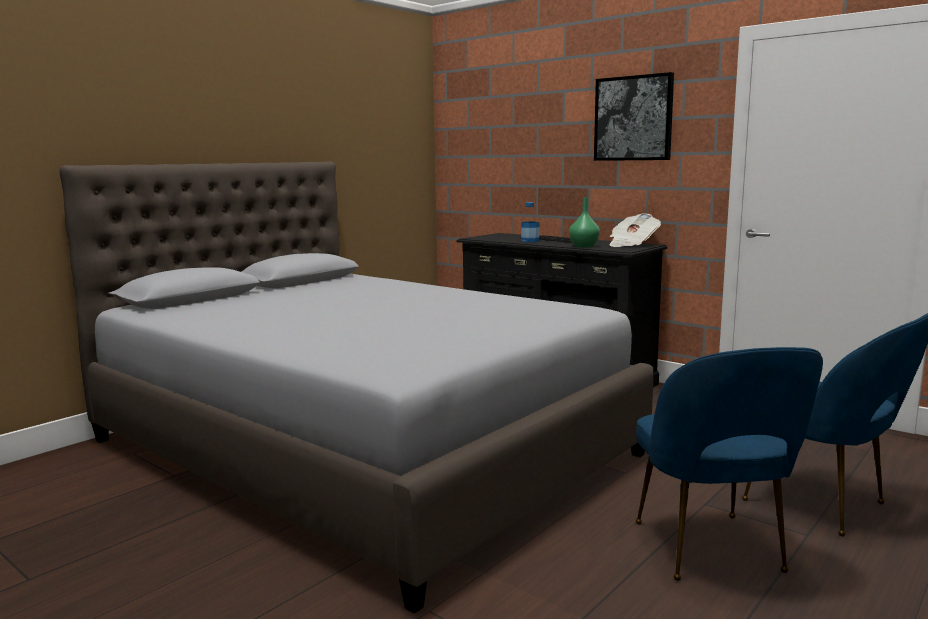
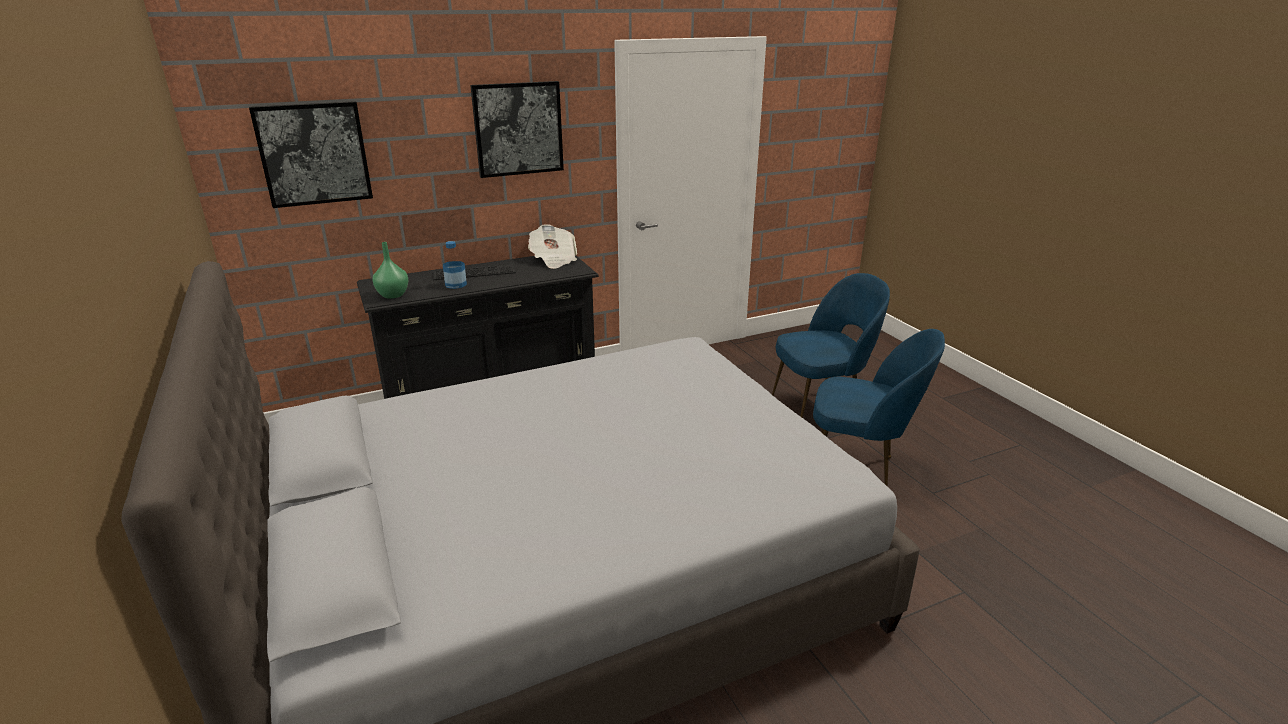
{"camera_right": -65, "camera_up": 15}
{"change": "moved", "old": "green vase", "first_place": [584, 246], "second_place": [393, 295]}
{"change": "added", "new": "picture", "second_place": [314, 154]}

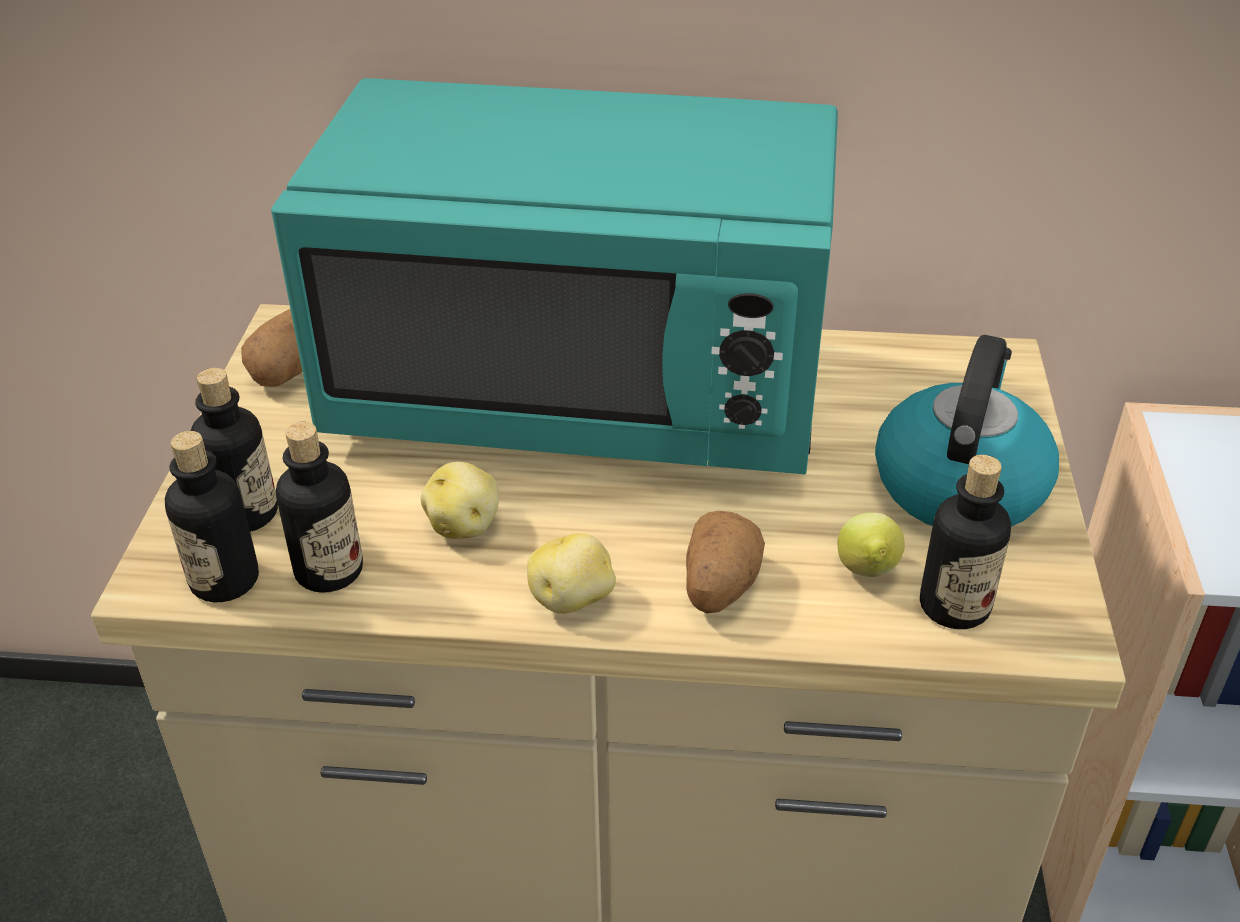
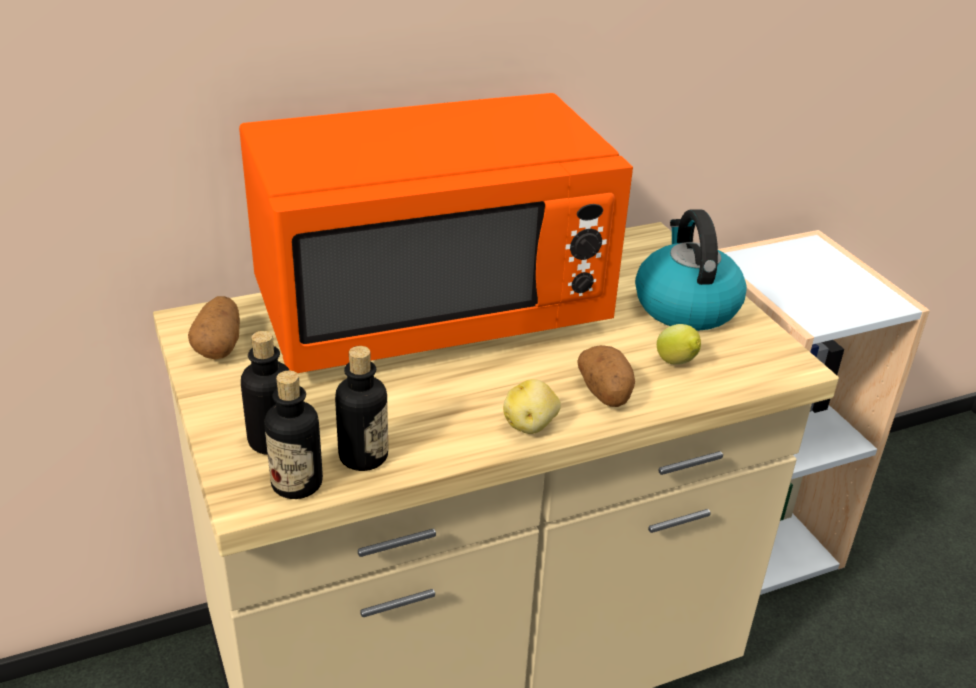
{"camera_right": -30, "camera_up": -5}
{"change": "recoloured", "old": "turquoise microwave", "new": "orange microwave", "first_place": [582, 393], "second_place": [431, 311]}
{"change": "removed", "old": "bottle", "first_place": [954, 606]}
{"change": "removed", "old": "potato", "first_place": [464, 525]}

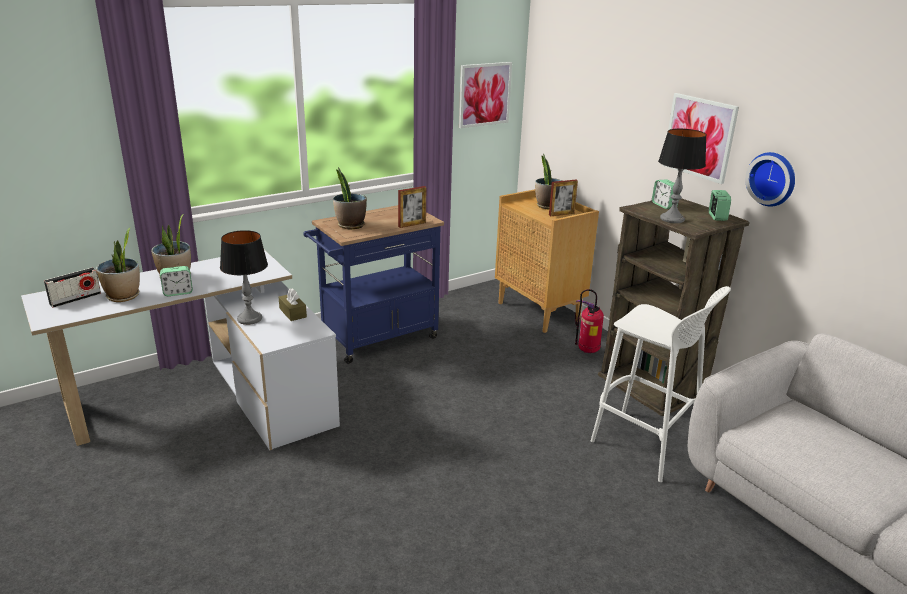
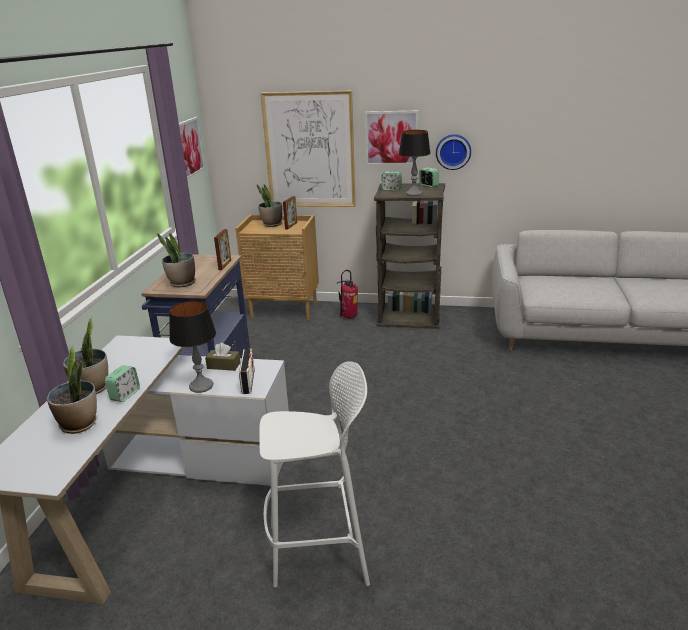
{"camera_right": -45, "camera_up": 0}
{"change": "moved", "old": "radio", "first_place": [75, 299], "second_place": [248, 381]}
{"change": "moved", "old": "white stool", "first_place": [645, 443], "second_place": [321, 549]}
{"change": "added", "new": "picture", "second_place": [309, 150]}

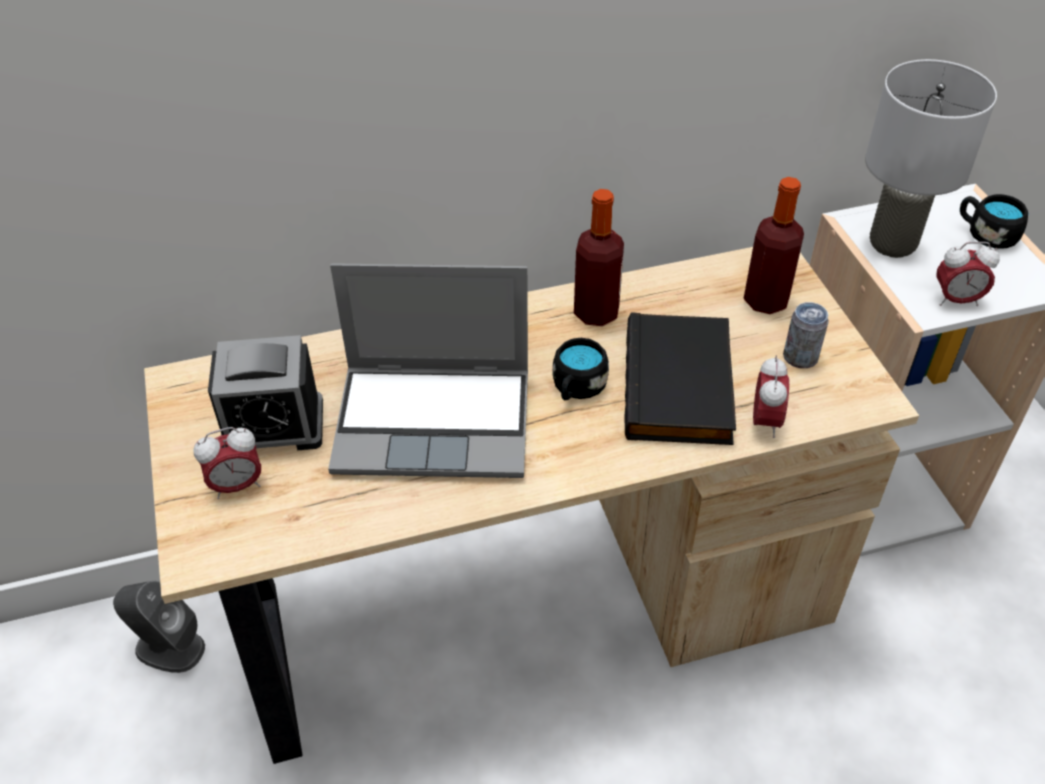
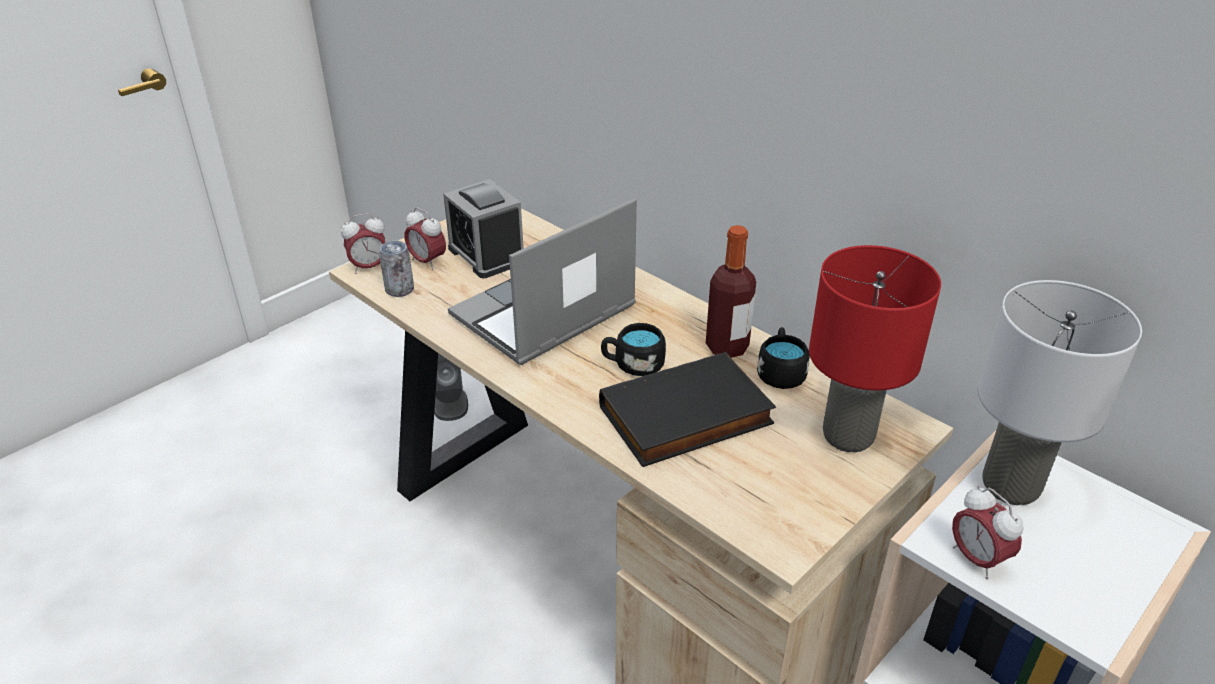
{"camera_right": 60, "camera_up": -10}
{"change": "replaced", "old": "bottle", "new": "red table lamp", "first_place": [766, 300], "second_place": [845, 436]}
{"change": "moved", "old": "black mug", "first_place": [985, 234], "second_place": [780, 372]}
{"change": "turned", "old": "laptop", "first_place": [436, 421], "second_place": [543, 314], "degrees": 75}
{"change": "moved", "old": "can", "first_place": [800, 357], "second_place": [399, 290]}
{"change": "moved", "old": "alarm clock", "first_place": [765, 422], "second_place": [369, 267]}

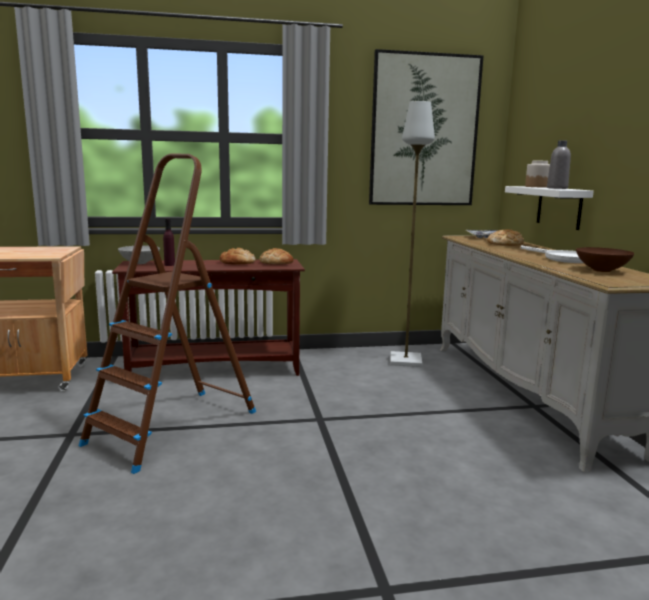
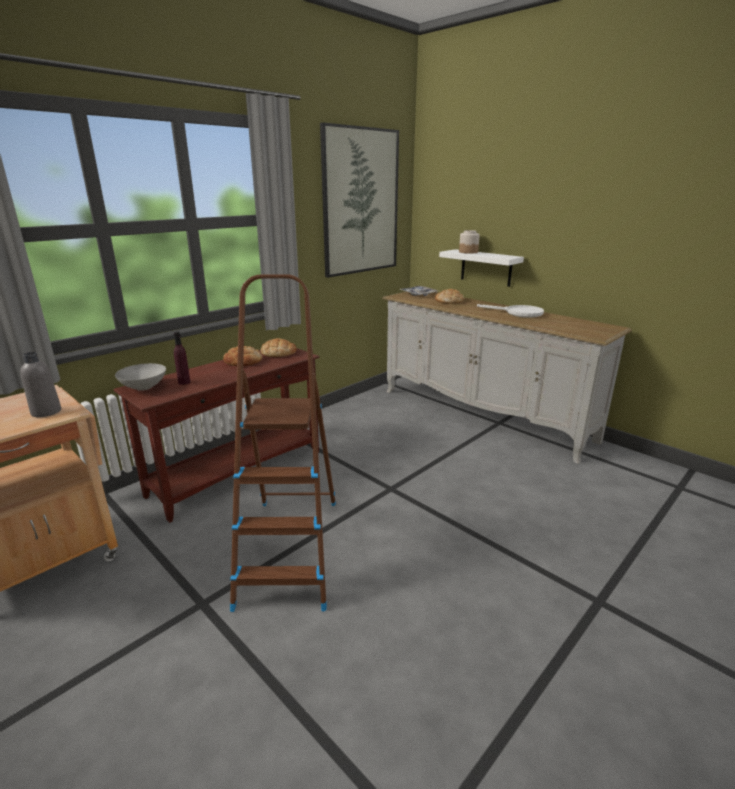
{"camera_right": -35, "camera_up": 10}
{"change": "removed", "old": "grey floor lamp", "first_place": [405, 360]}
{"change": "moved", "old": "grey bottle", "first_place": [557, 188], "second_place": [46, 412]}
{"change": "removed", "old": "brown bowl", "first_place": [600, 270]}

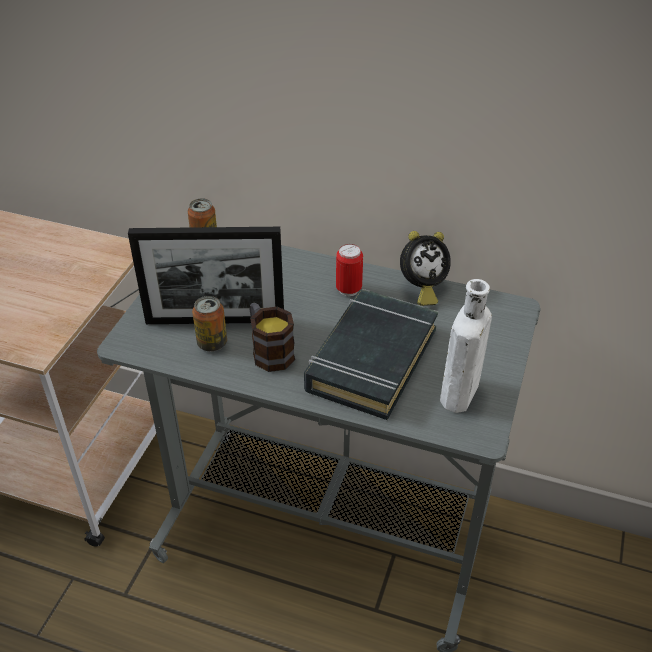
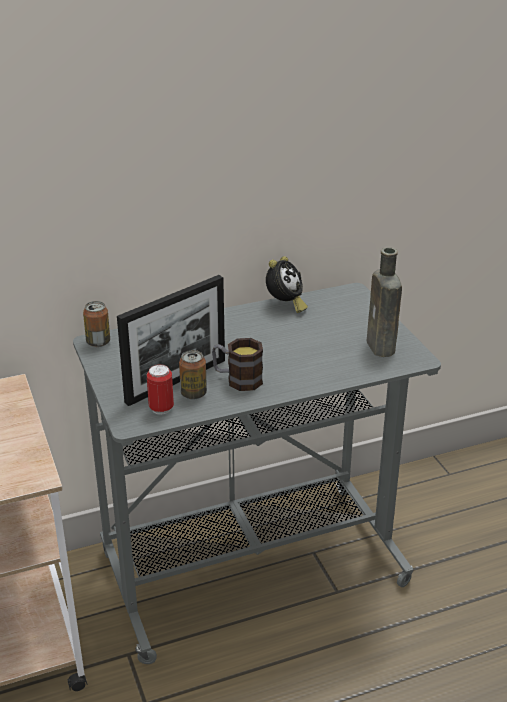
{"camera_right": -40, "camera_up": -10}
{"change": "moved", "old": "can", "first_place": [348, 289], "second_place": [161, 408]}
{"change": "recoloured", "old": "white bottle", "new": "brown bottle", "first_place": [458, 397], "second_place": [381, 348]}
{"change": "removed", "old": "black book", "first_place": [371, 359]}

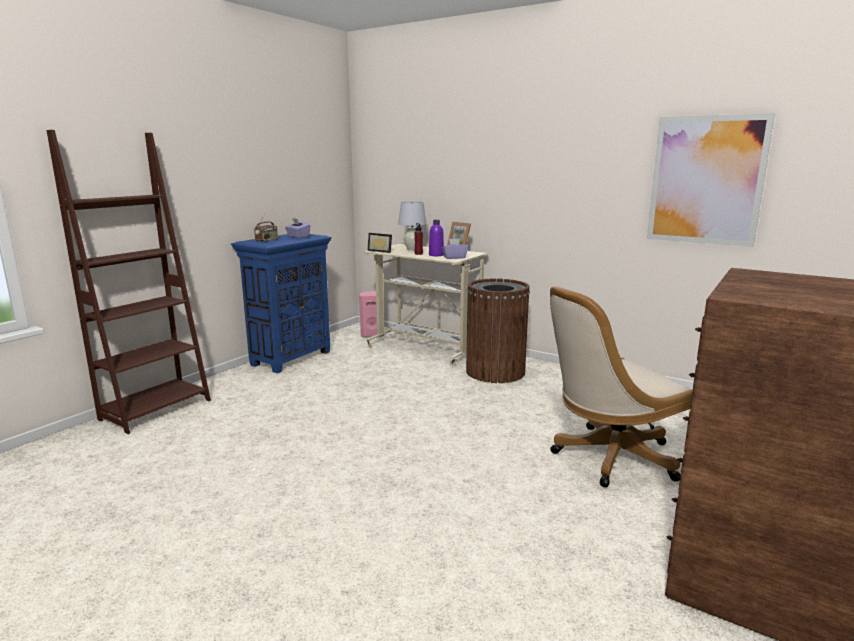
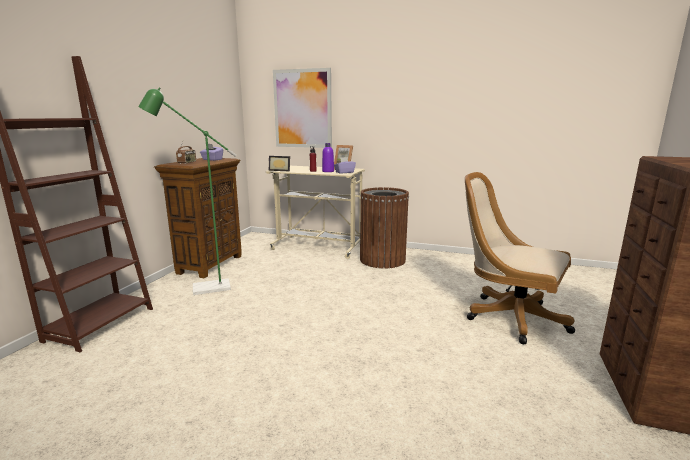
{"camera_right": -15, "camera_up": 0}
{"change": "moved", "old": "picture", "first_place": [706, 180], "second_place": [302, 109]}
{"change": "removed", "old": "white table lamp", "first_place": [412, 249]}
{"change": "recoloured", "old": "blue cabinet", "new": "brown cabinet", "first_place": [291, 358], "second_place": [210, 264]}
{"change": "turned", "old": "office chair", "first_place": [608, 458], "second_place": [508, 316], "degrees": 75}
{"change": "removed", "old": "pink speaker", "first_place": [372, 335]}
{"change": "added", "new": "green floor lamp", "second_place": [203, 289]}

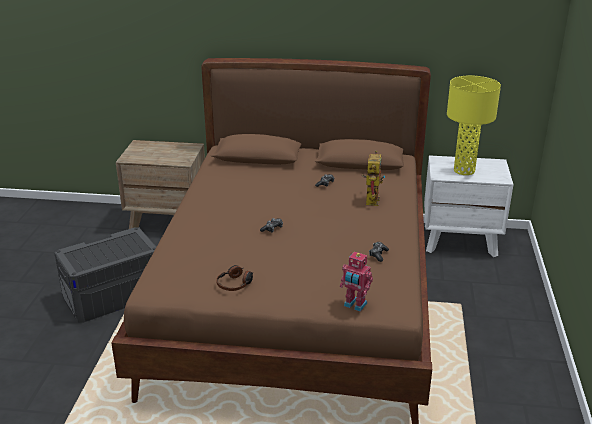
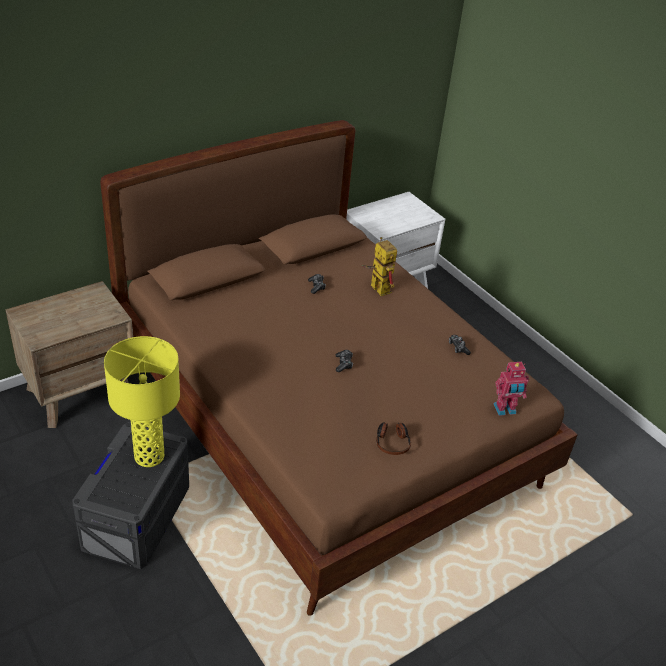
{"camera_right": -45, "camera_up": 10}
{"change": "moved", "old": "yellow table lamp", "first_place": [464, 170], "second_place": [149, 455]}

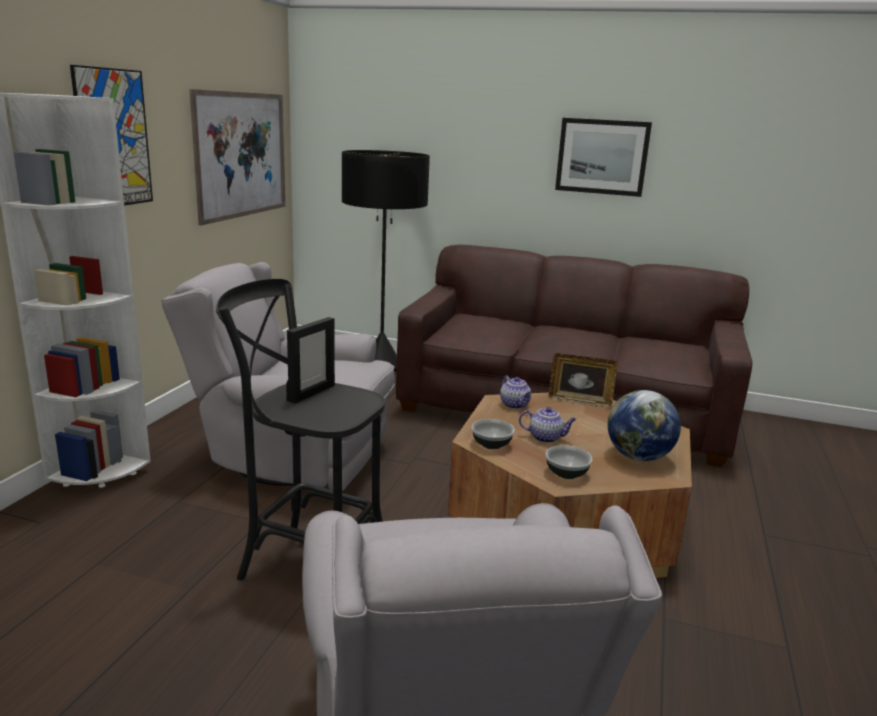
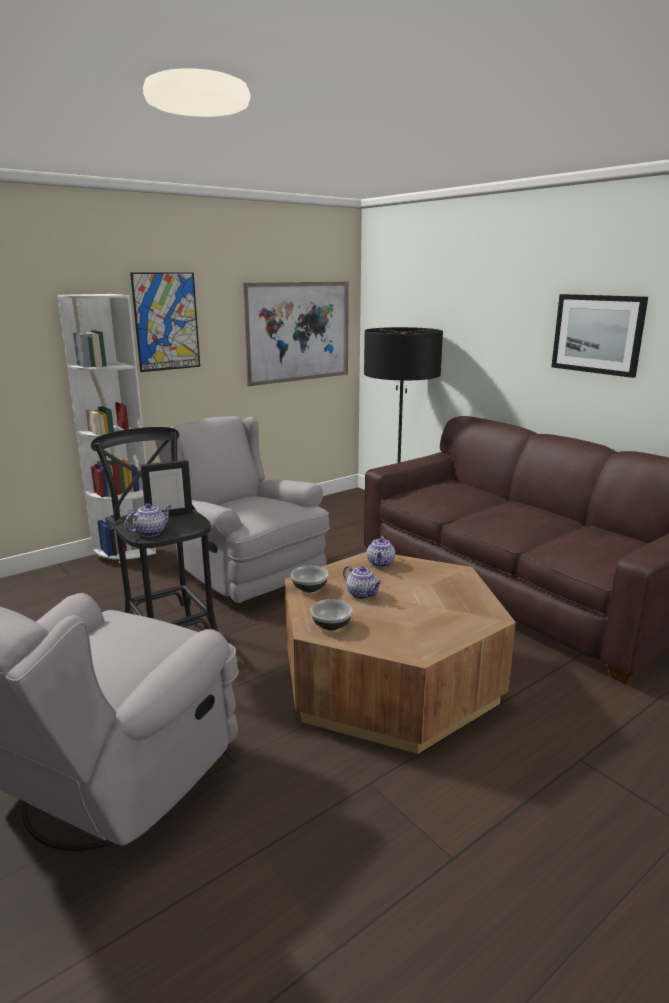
{"camera_right": 35, "camera_up": 0}
{"change": "removed", "old": "picture frame", "first_place": [579, 401]}
{"change": "removed", "old": "globe", "first_place": [638, 457]}
{"change": "added", "new": "teapot", "second_place": [151, 532]}

